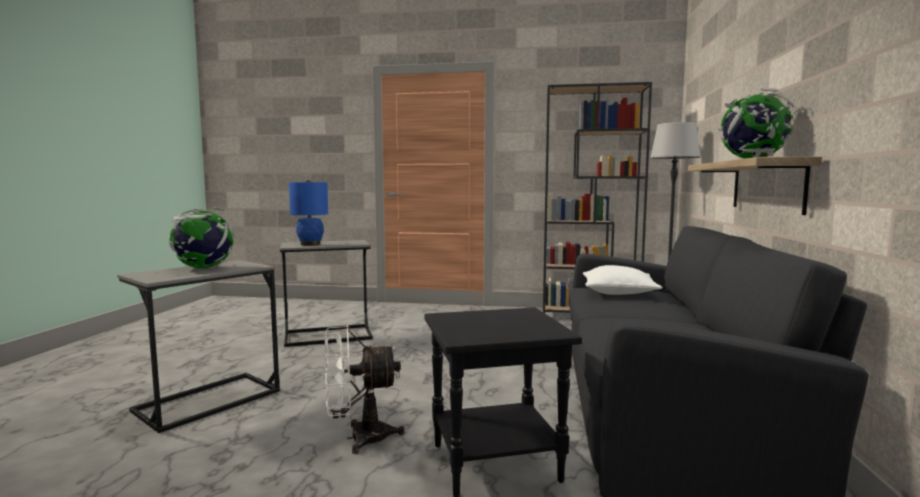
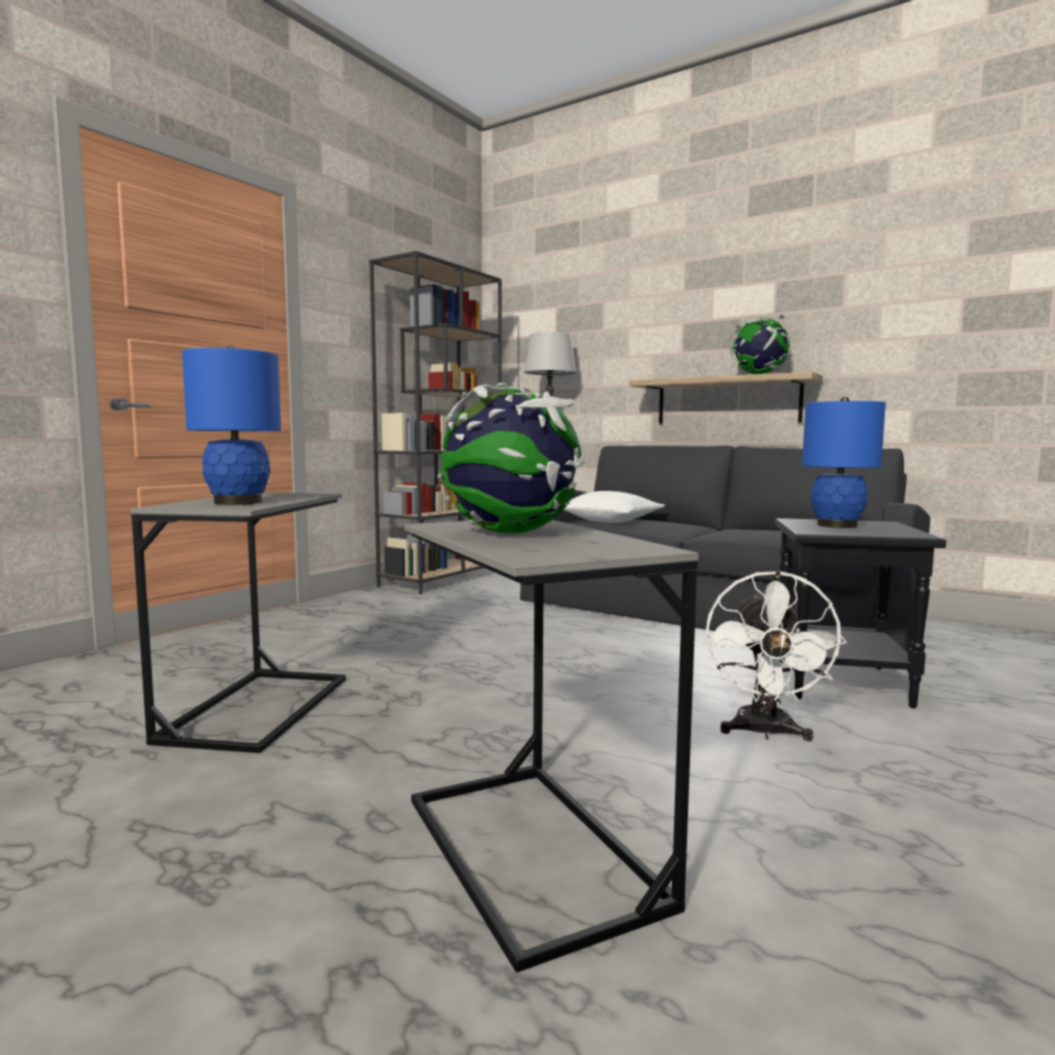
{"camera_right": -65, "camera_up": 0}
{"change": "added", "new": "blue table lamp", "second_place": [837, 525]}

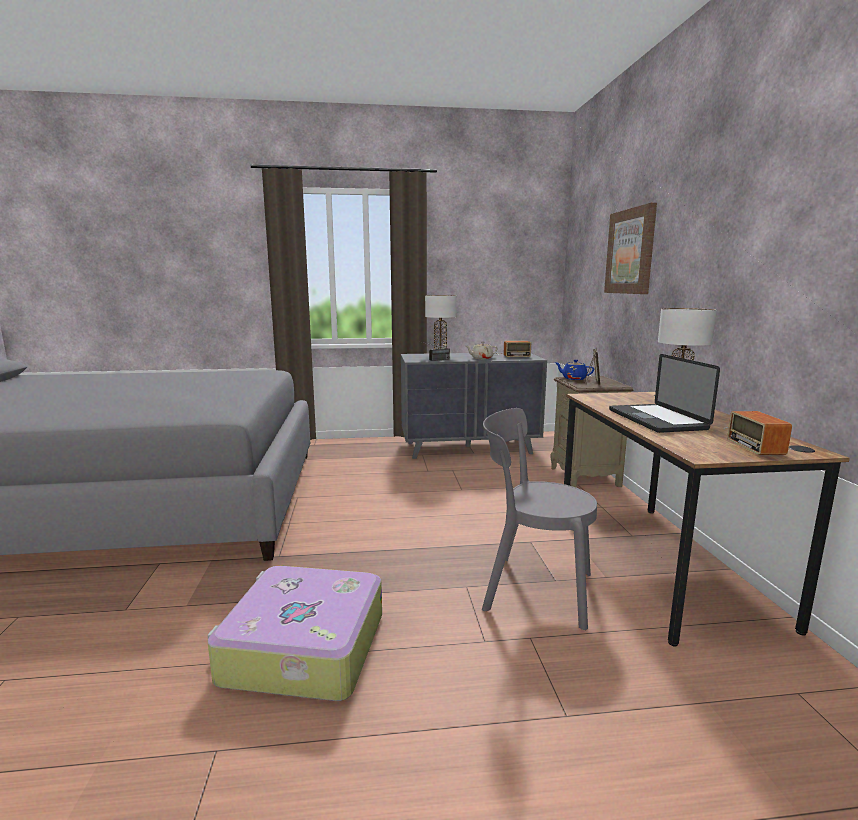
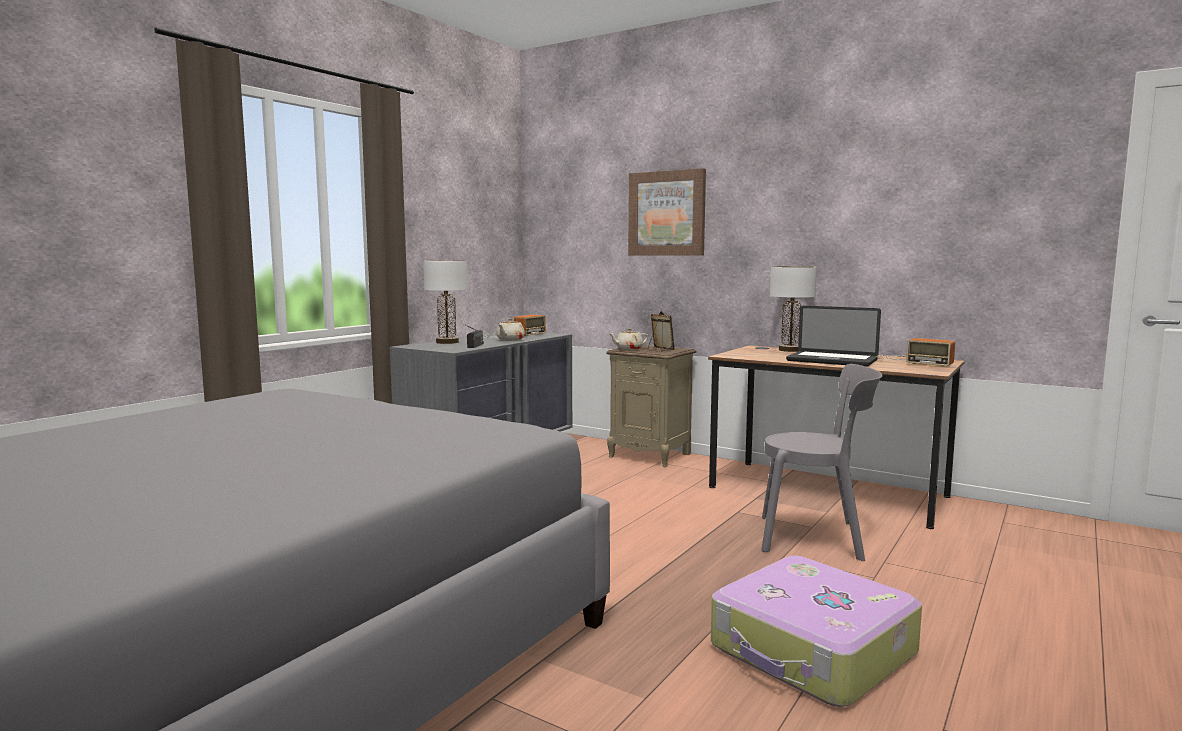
{"camera_right": -50, "camera_up": -5}
{"change": "recoloured", "old": "blue teapot", "new": "beige teapot", "first_place": [573, 378], "second_place": [628, 349]}
{"change": "turned", "old": "grey chair", "first_place": [532, 589], "second_place": [816, 538], "degrees": -135}

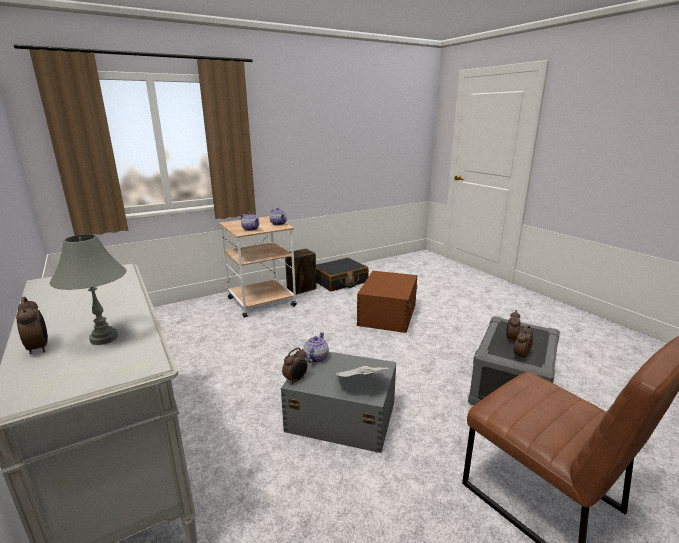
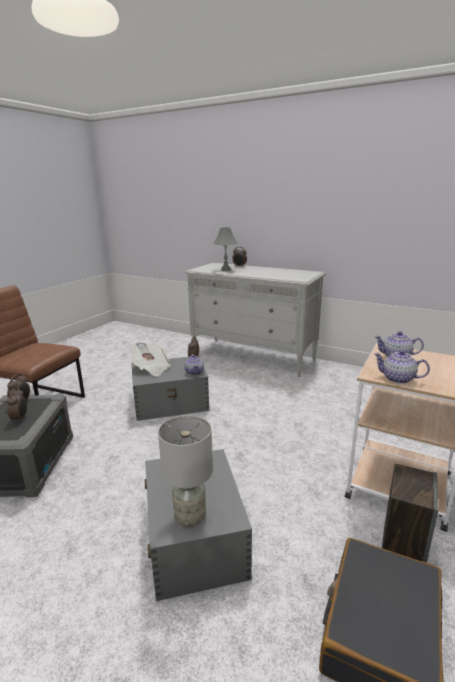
{"camera_right": 150, "camera_up": 0}
{"change": "recoloured", "old": "brown storage box", "new": "grey storage box", "first_place": [387, 314], "second_place": [195, 537]}
{"change": "added", "new": "grey table lamp", "second_place": [191, 518]}

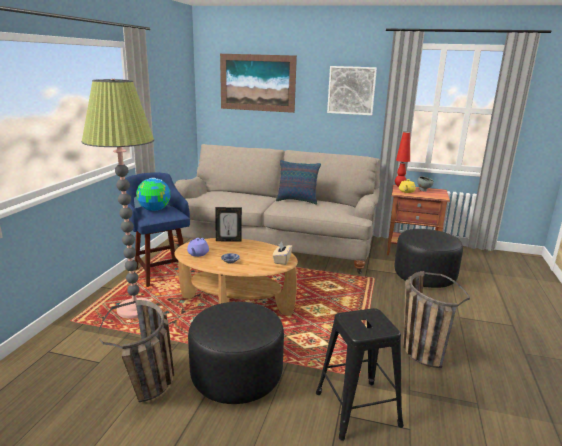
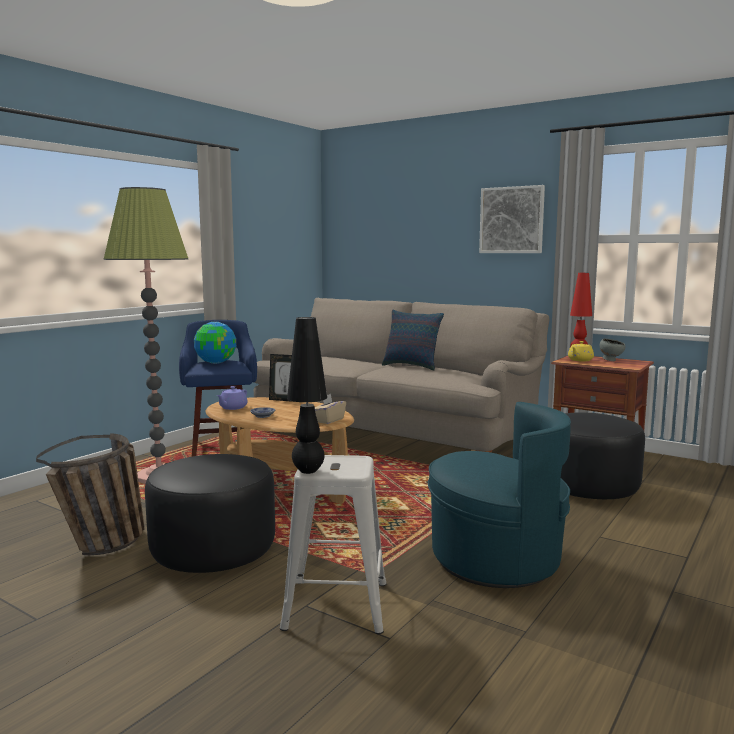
{"camera_right": 20, "camera_up": -10}
{"change": "removed", "old": "picture", "first_place": [257, 83]}
{"change": "replaced", "old": "basket", "new": "turquoise armchair", "first_place": [417, 346], "second_place": [494, 558]}
{"change": "recoloured", "old": "black stool", "new": "white stool", "first_place": [357, 409], "second_place": [336, 605]}
{"change": "added", "new": "black table lamp", "second_place": [308, 471]}

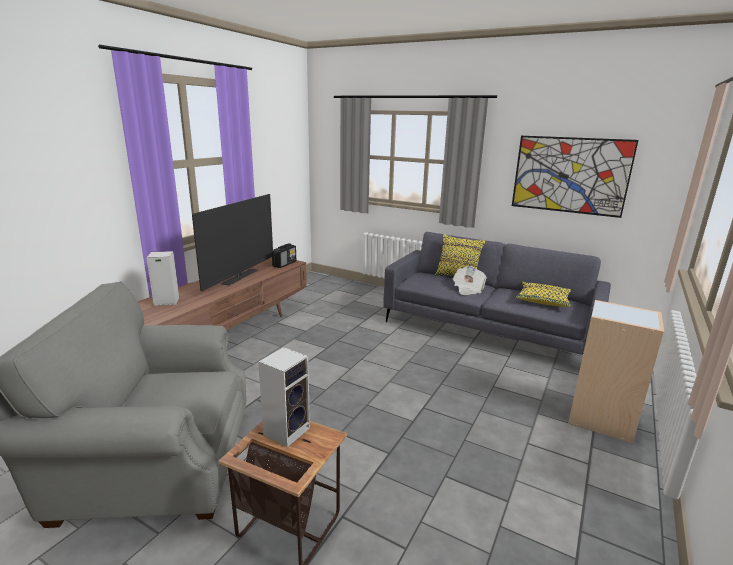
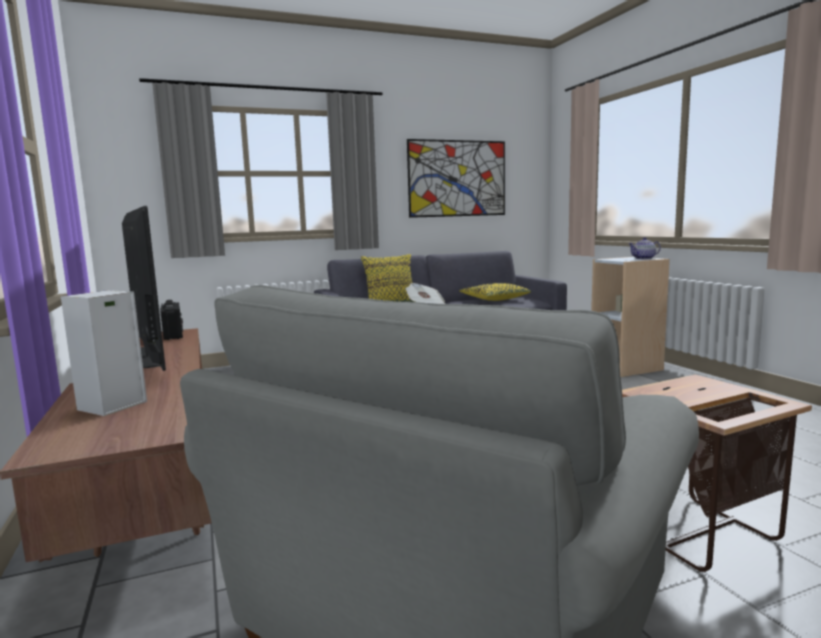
{"camera_right": -50, "camera_up": -10}
{"change": "removed", "old": "speaker", "first_place": [287, 430]}
{"change": "added", "new": "teapot", "second_place": [644, 258]}

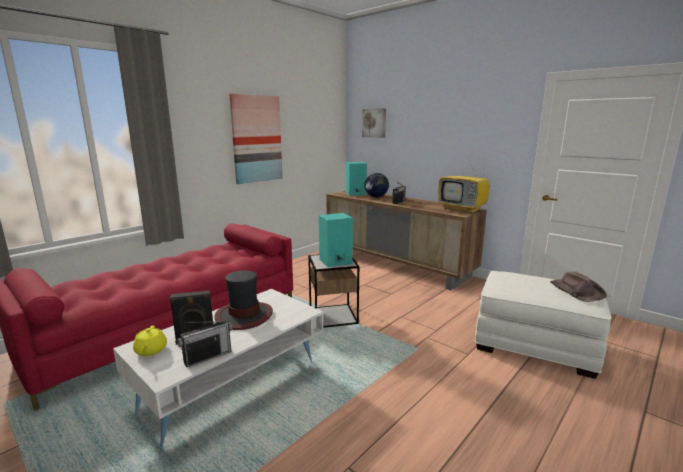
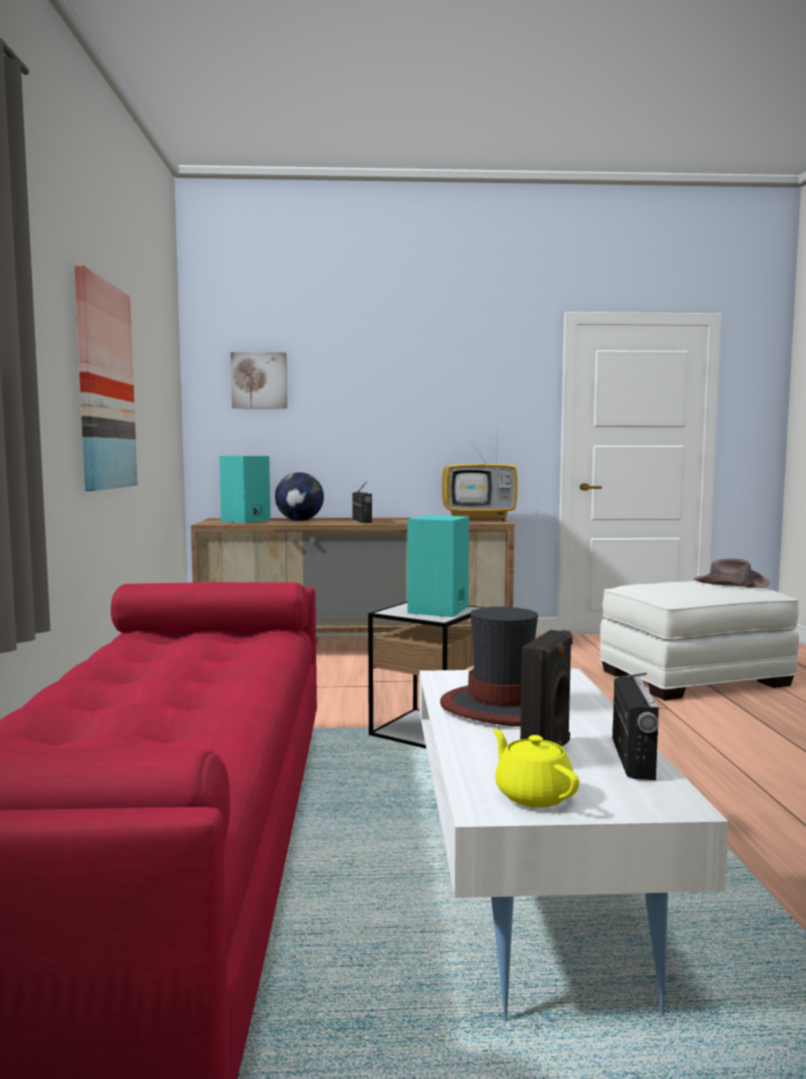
{"camera_right": -45, "camera_up": -10}
{"change": "turned", "old": "yellow teapot", "first_place": [150, 350], "second_place": [533, 795], "degrees": -150}

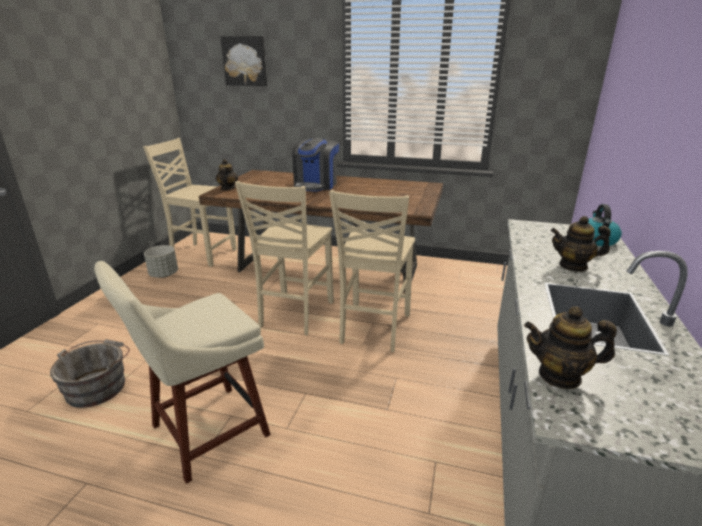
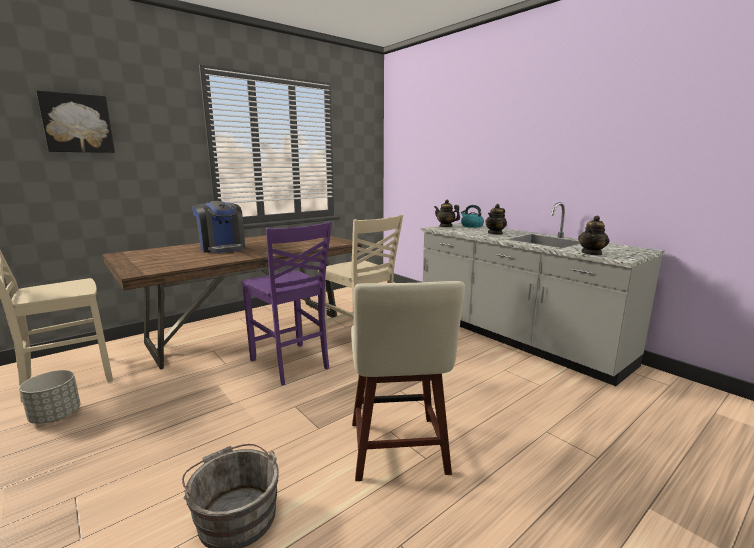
{"camera_right": -55, "camera_up": -10}
{"change": "moved", "old": "teapot", "first_place": [227, 188], "second_place": [445, 226]}
{"change": "recoloured", "old": "beige chair", "new": "purple chair", "first_place": [294, 314], "second_place": [290, 364]}

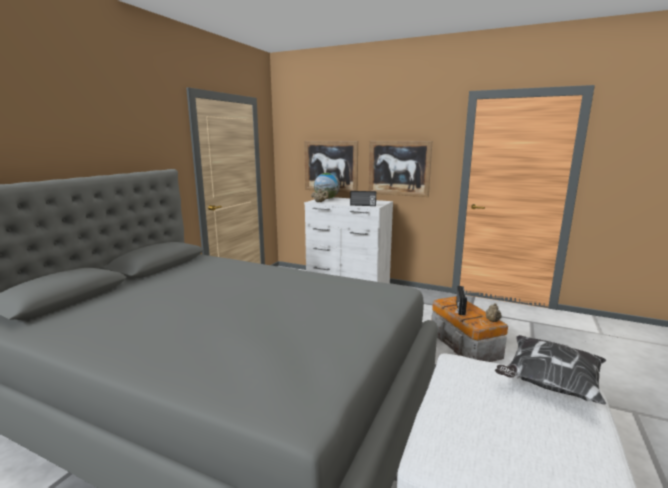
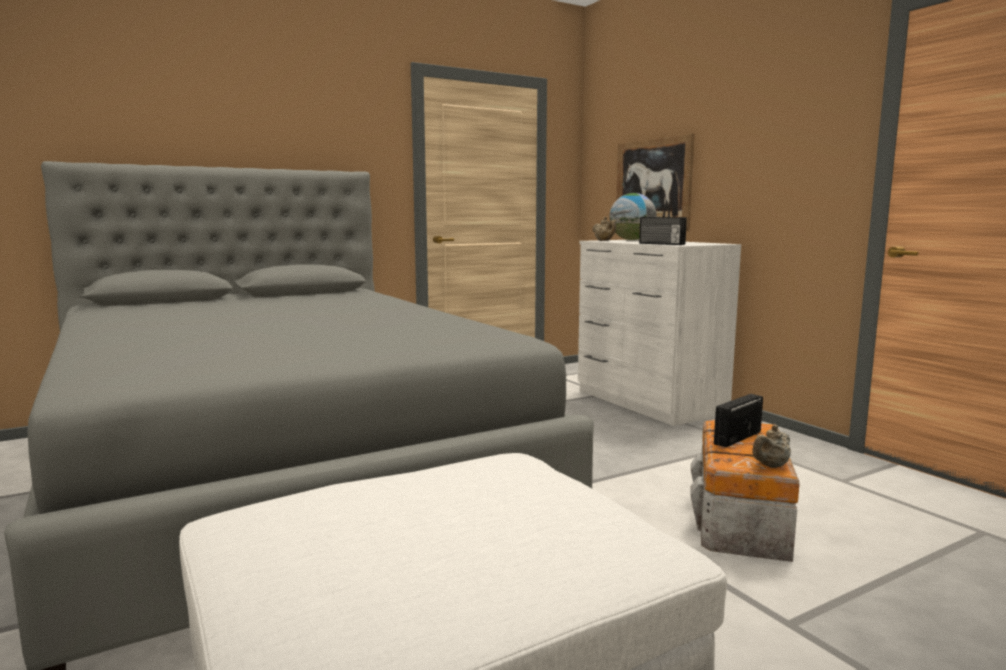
{"camera_right": 35, "camera_up": -5}
{"change": "removed", "old": "picture", "first_place": [399, 168]}
{"change": "removed", "old": "pillow", "first_place": [548, 384]}

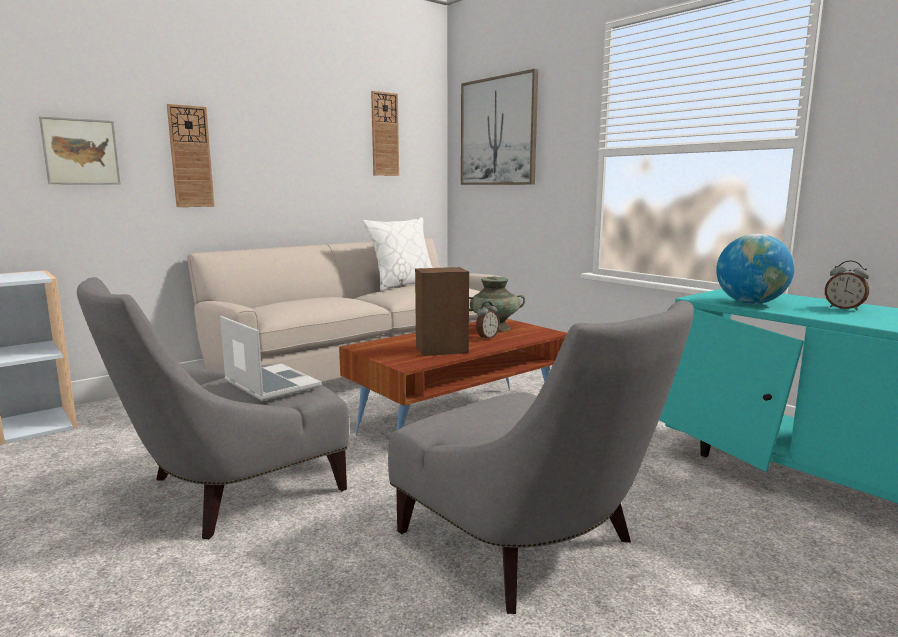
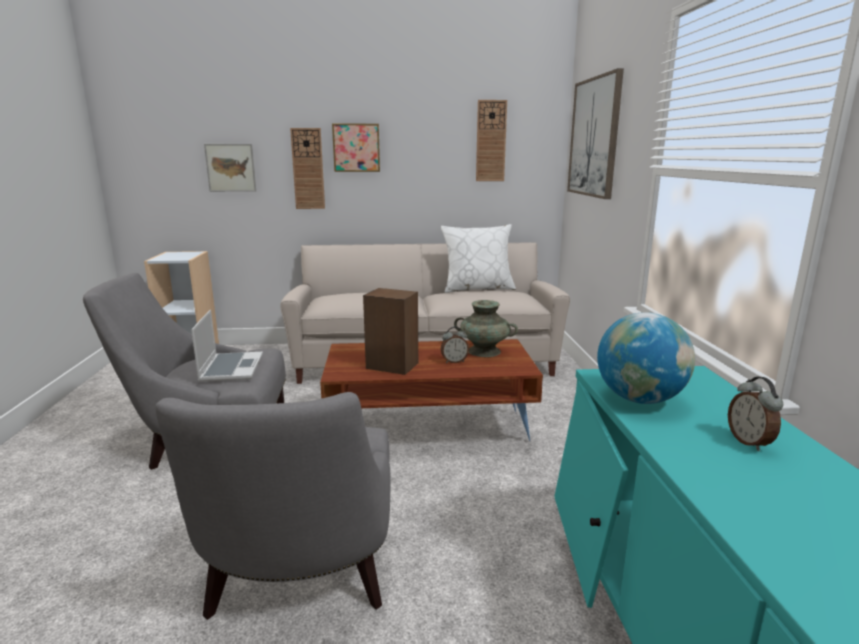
{"camera_right": 35, "camera_up": 5}
{"change": "added", "new": "picture", "second_place": [356, 148]}

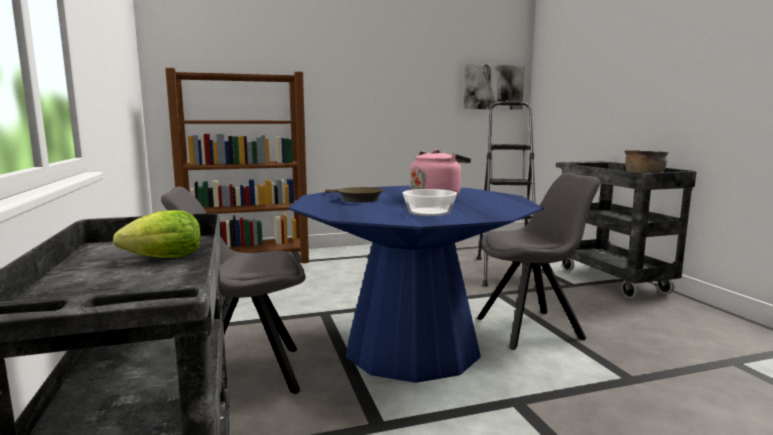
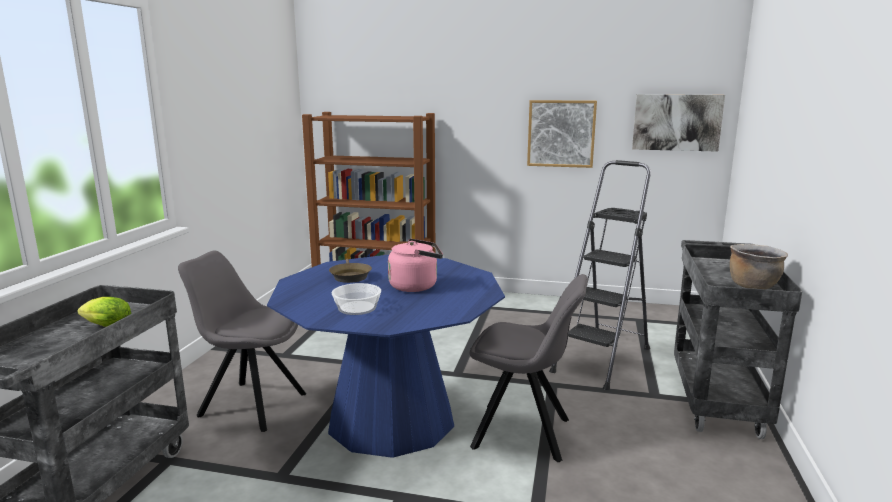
{"camera_right": 30, "camera_up": 5}
{"change": "added", "new": "picture", "second_place": [561, 133]}

